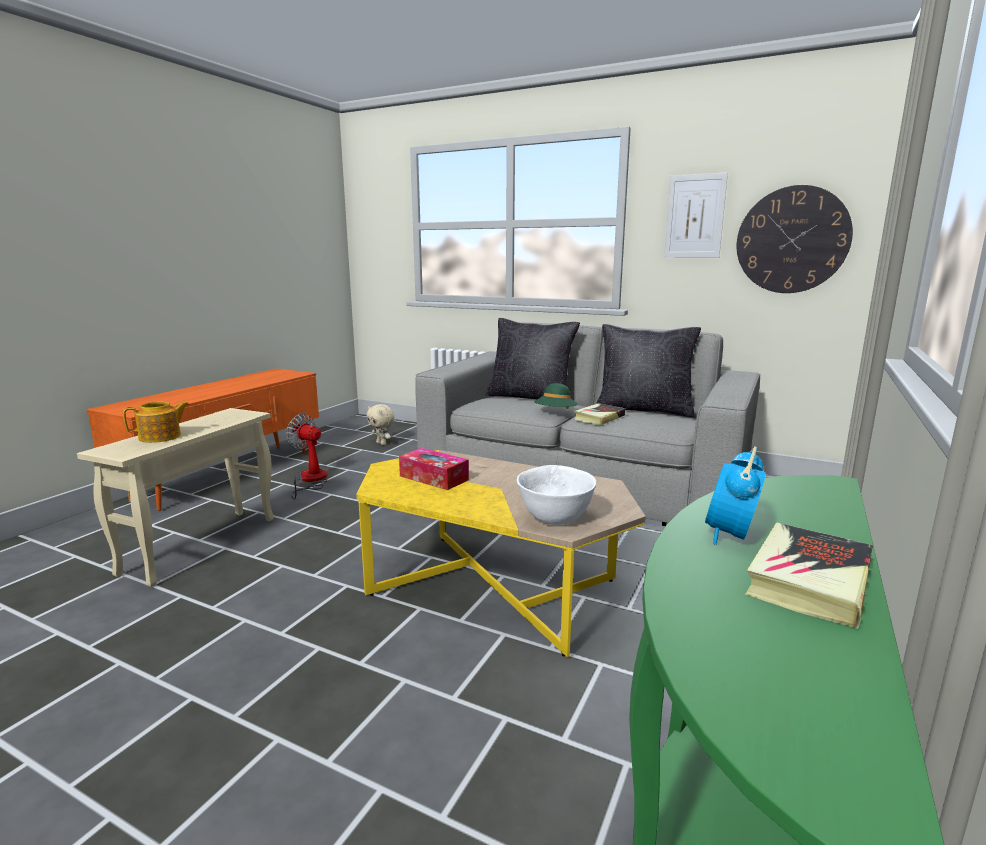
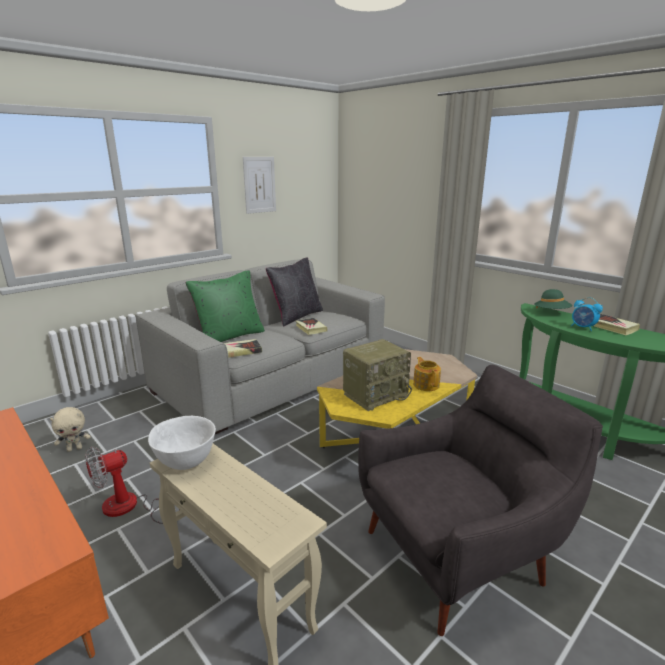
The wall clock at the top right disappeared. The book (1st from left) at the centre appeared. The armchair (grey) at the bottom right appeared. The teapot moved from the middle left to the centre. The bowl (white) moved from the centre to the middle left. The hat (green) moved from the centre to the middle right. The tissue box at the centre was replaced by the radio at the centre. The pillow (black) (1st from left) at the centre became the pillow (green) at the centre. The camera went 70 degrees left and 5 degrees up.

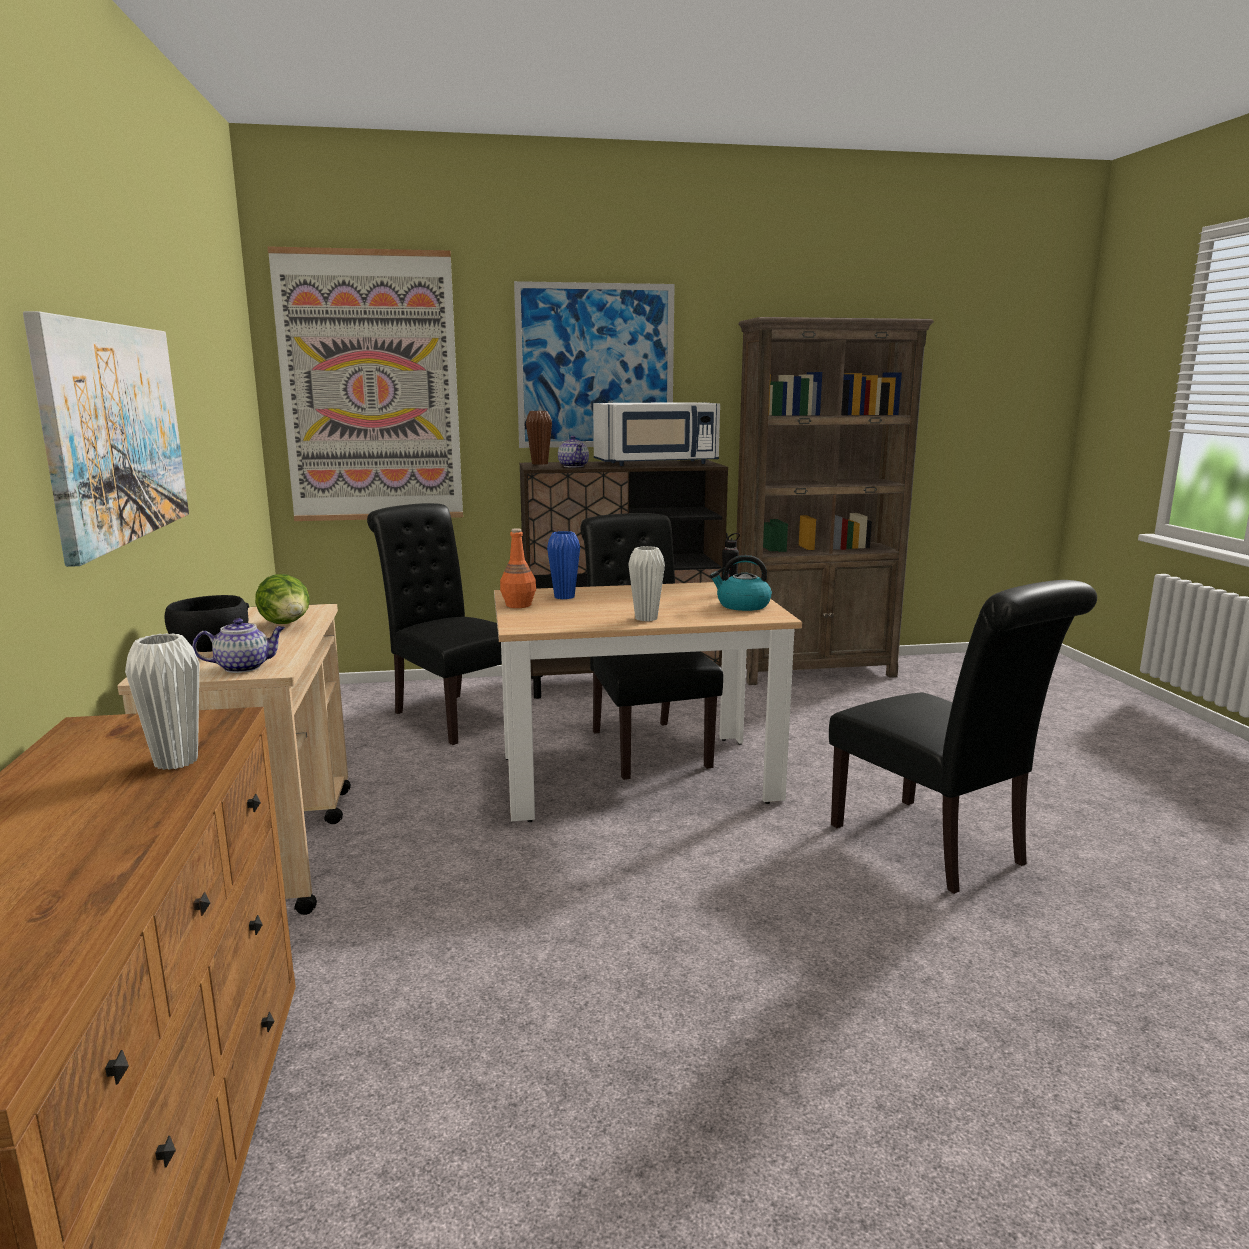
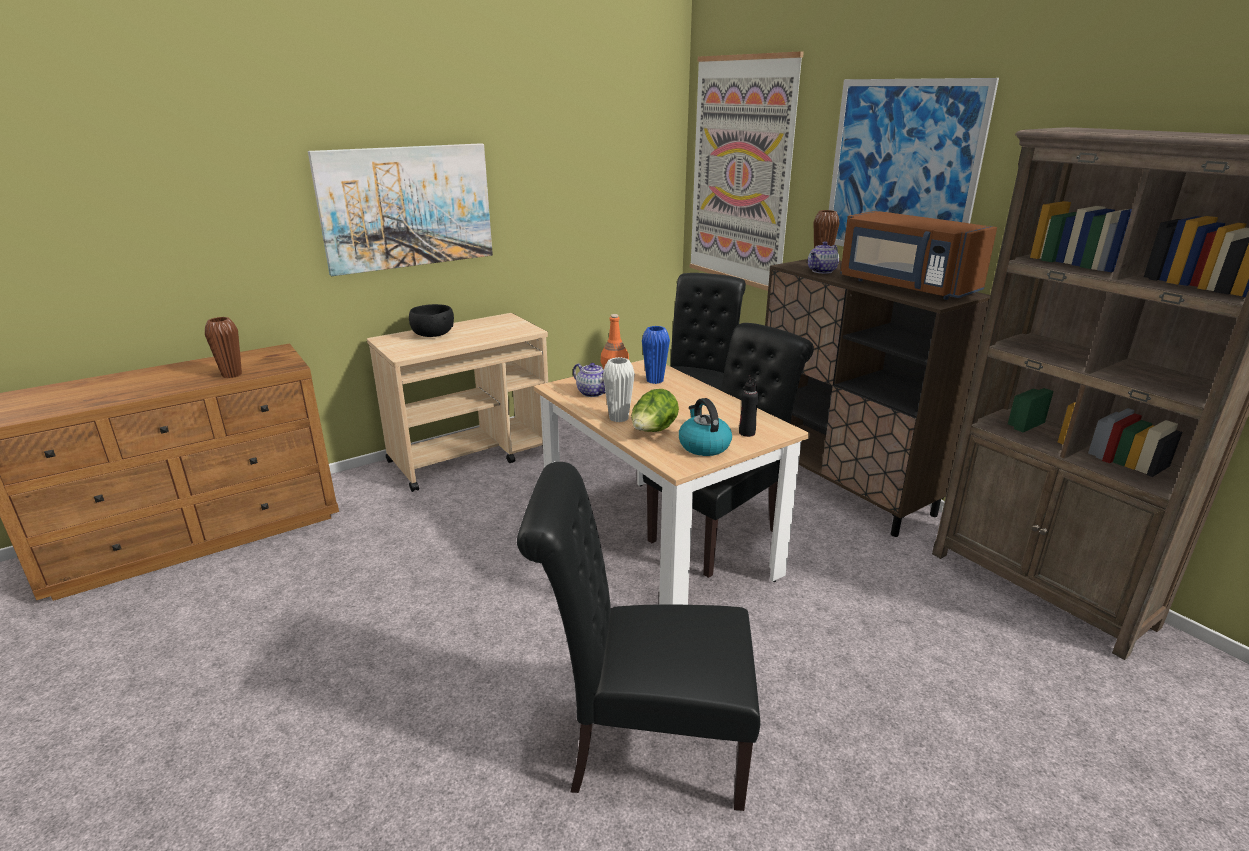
The teapot (1st from left) moved from the middle left to the centre. The lettuce moved from the middle left to the centre. The vase (white) (1st from left) at the middle left became the vase (brown) (1st from left) at the middle left. The microwave (white) at the centre became the microwave (brown) at the top right. The chair (black) (3rd from left in the first image) at the middle right turned 60 degrees clockwise. The camera went 65 degrees right and 10 degrees up.

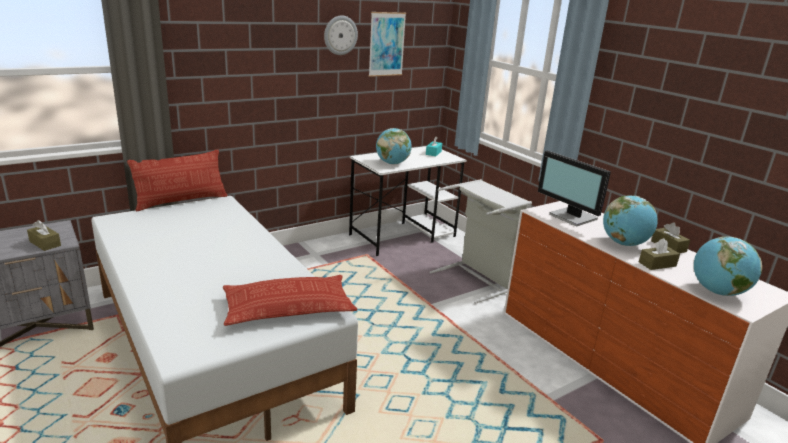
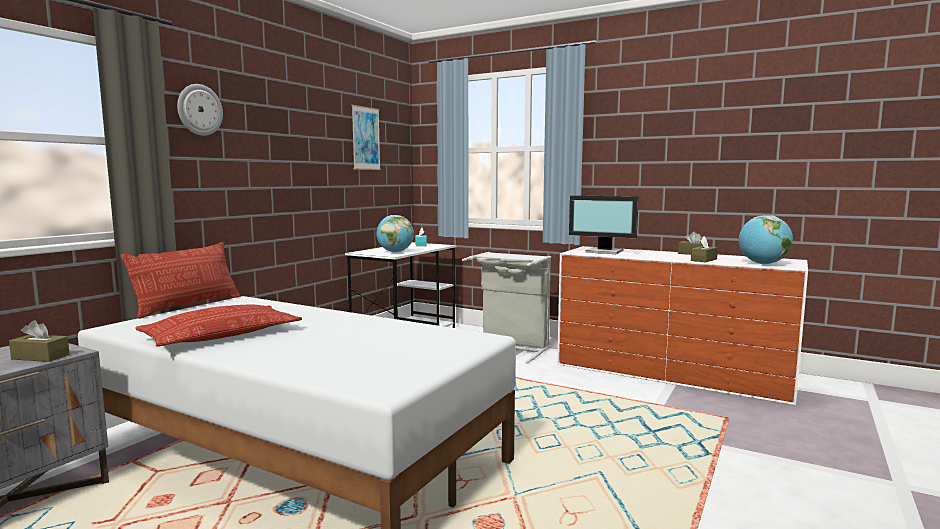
The globe (2nd from left) at the middle right disappeared. The pillow (2nd from left) moved from the bottom centre to the middle left. The wall clock moved from the top centre to the top left. The camera went 25 degrees left and 15 degrees down.

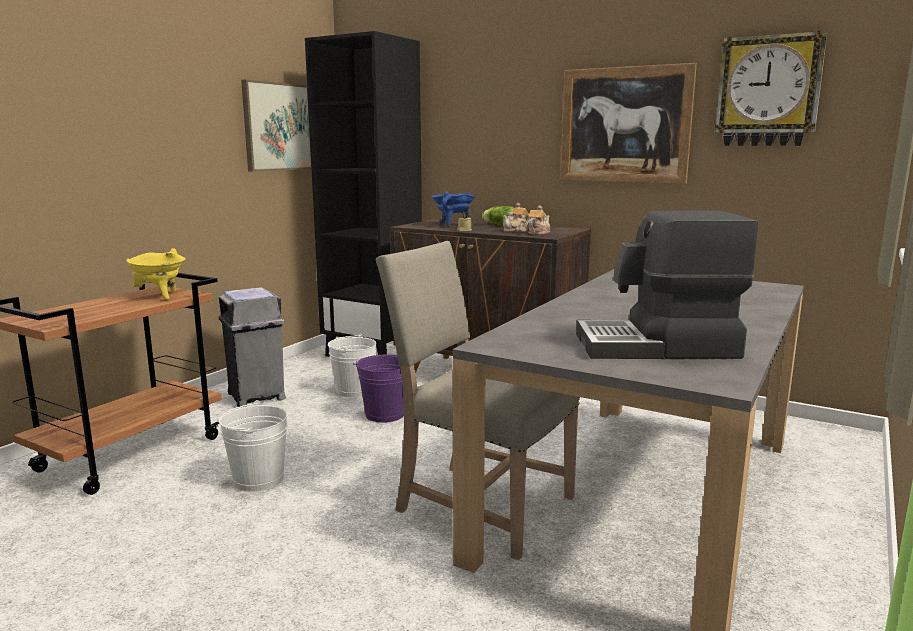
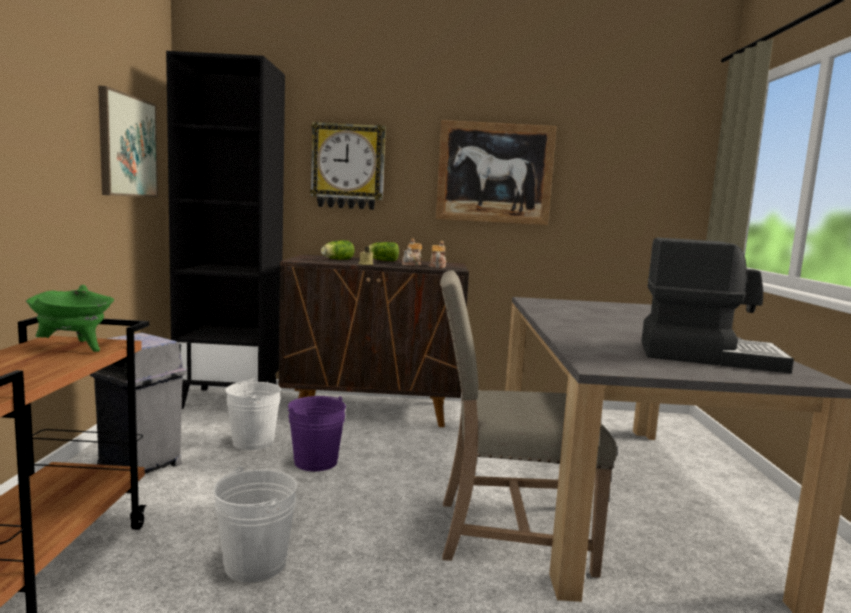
The wall clock moved from the top right to the top centre. The cooking pot (blue) at the top centre was replaced by the lettuce (1st from left) at the centre. The cooking pot (yellow) at the middle left became the cooking pot (green) at the middle left. The coffee machine at the middle right turned 135 degrees counterclockwise. The camera went 30 degrees left and 5 degrees down.

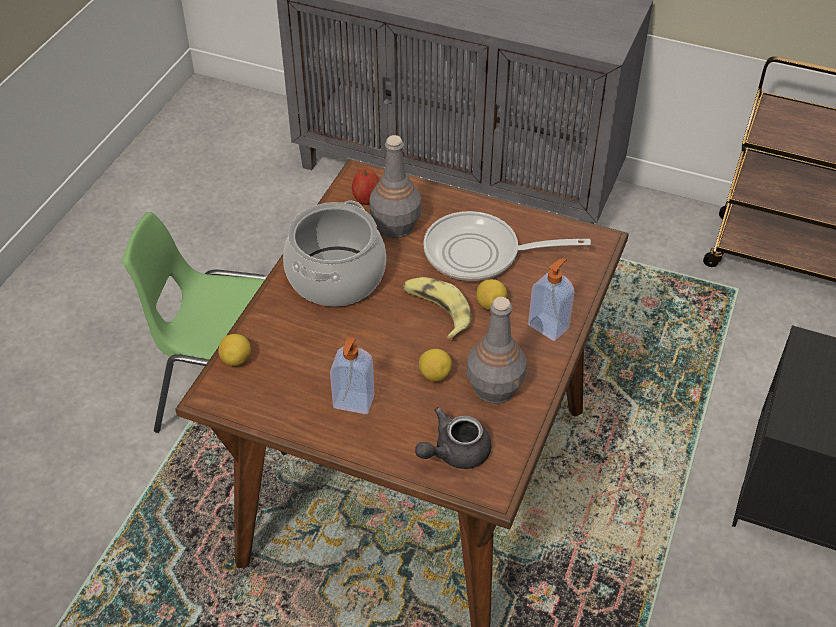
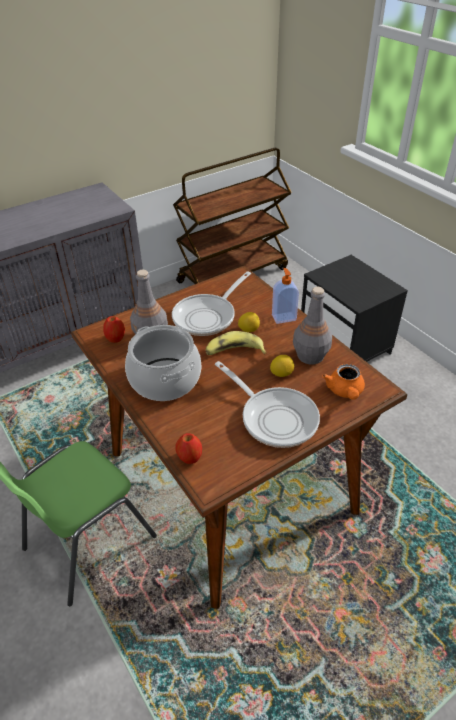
The lemon (1st from left) at the middle left was replaced by the apple (2nd from left) at the centre. The soap dispenser (1st from left) at the centre was replaced by the frying pan (2nd from left) at the centre. The teapot (grey) at the bottom centre became the teapot (orange) at the middle right. The camera went 55 degrees left and 5 degrees down.

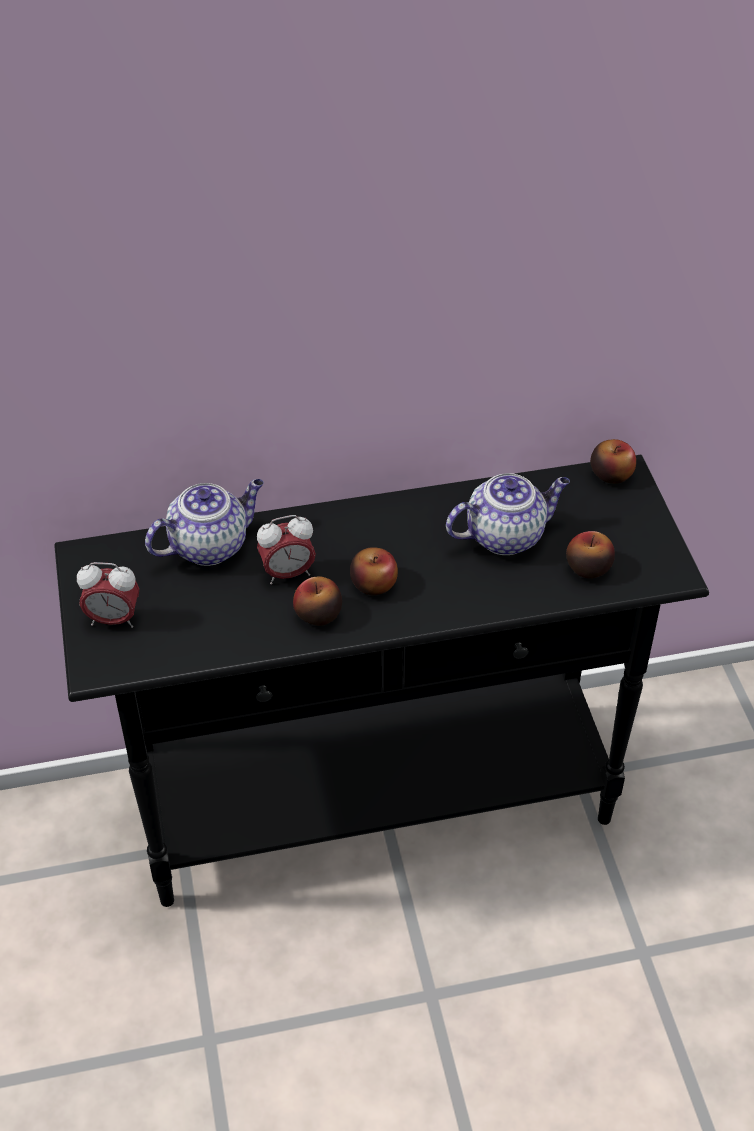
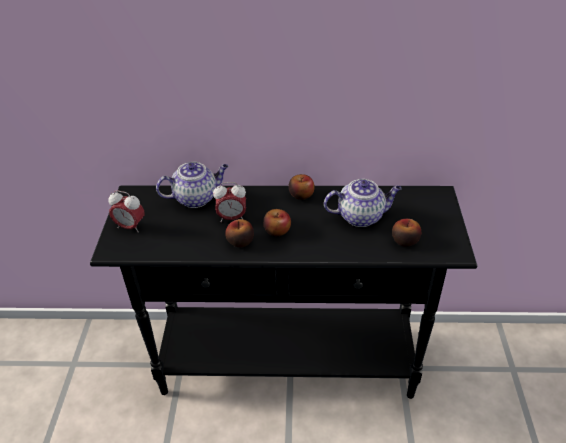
The apple (4th from left in the first image) moved from the middle right to the centre. The camera went 15 degrees right and 5 degrees down.

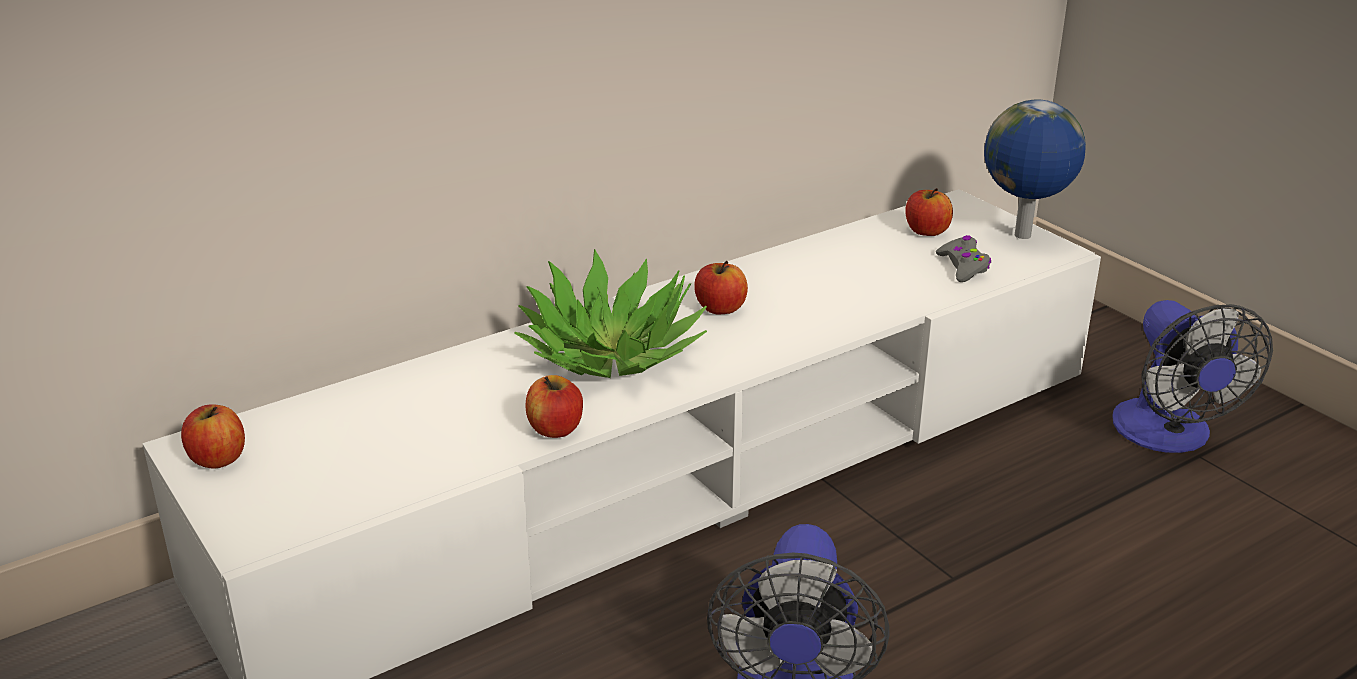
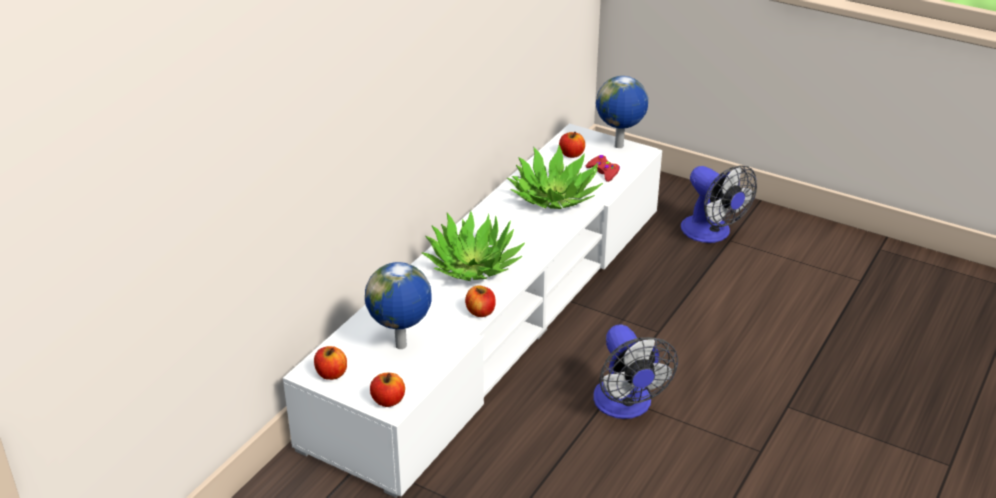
The globe (1st from left) at the centre appeared. The potted plant (2nd from left) at the centre appeared. The apple (3rd from left in the first image) moved from the centre to the bottom centre. The game controller (grey) at the middle right became the game controller (red) at the centre. The camera went 25 degrees left and 5 degrees up.

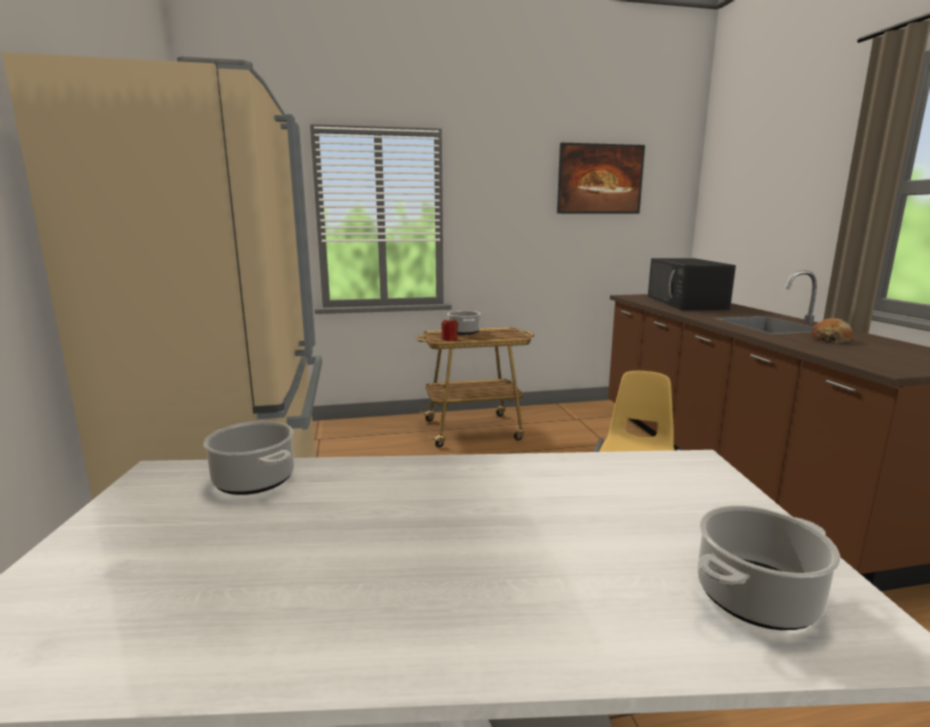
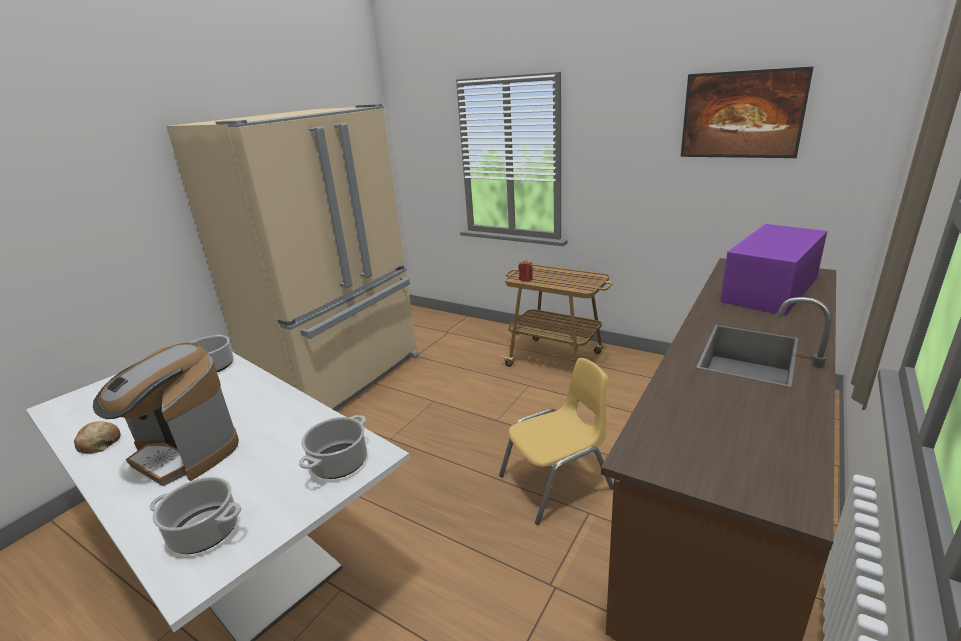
The coffee machine at the middle left appeared. The cooking pot (2nd from left in the first image) moved from the centre to the bottom centre. The bread moved from the middle right to the bottom left. The microwave (black) at the middle right became the microwave (purple) at the middle right. The camera went 45 degrees right and 10 degrees up.

